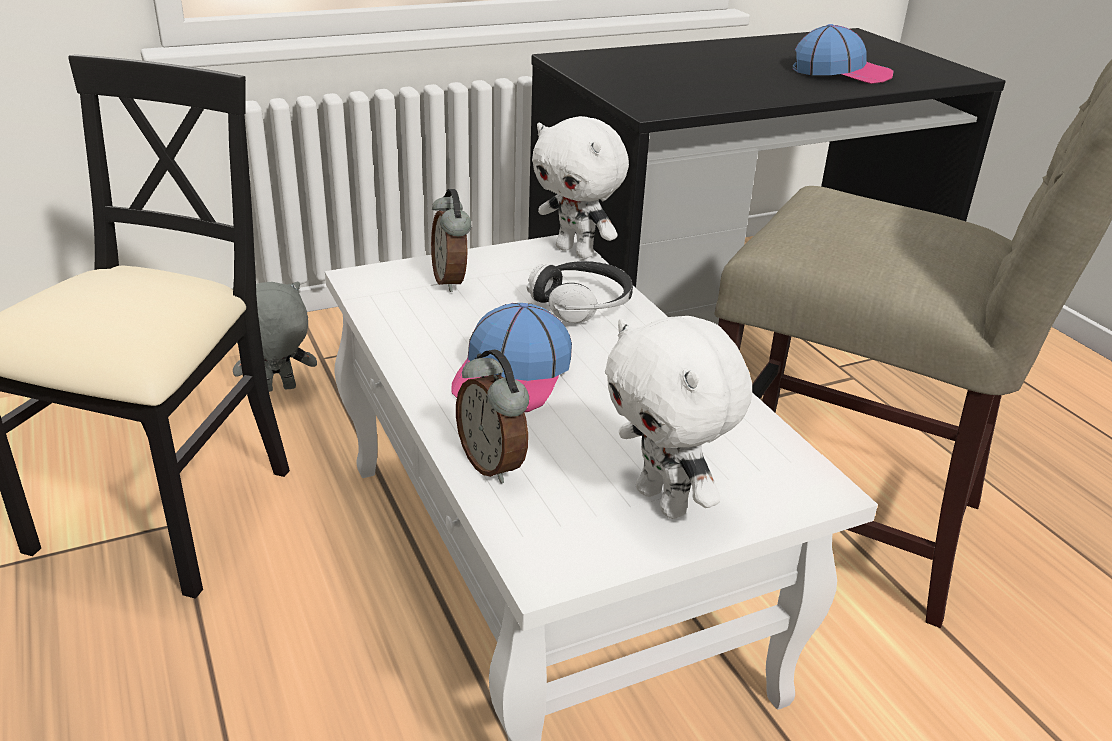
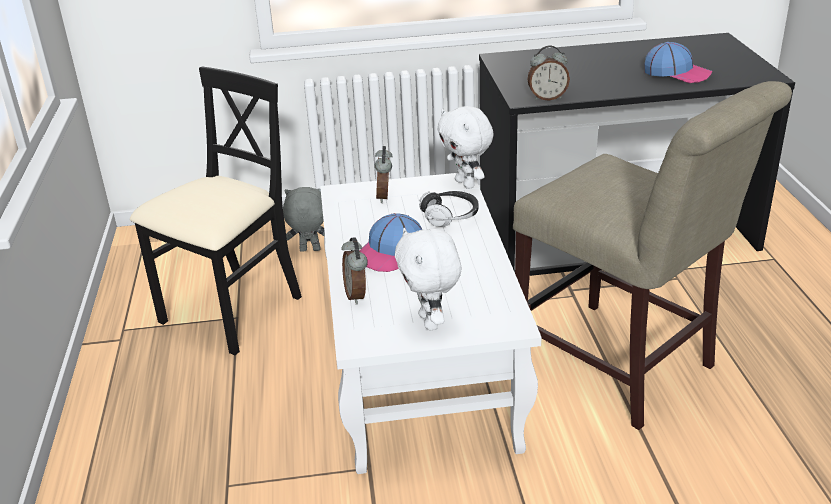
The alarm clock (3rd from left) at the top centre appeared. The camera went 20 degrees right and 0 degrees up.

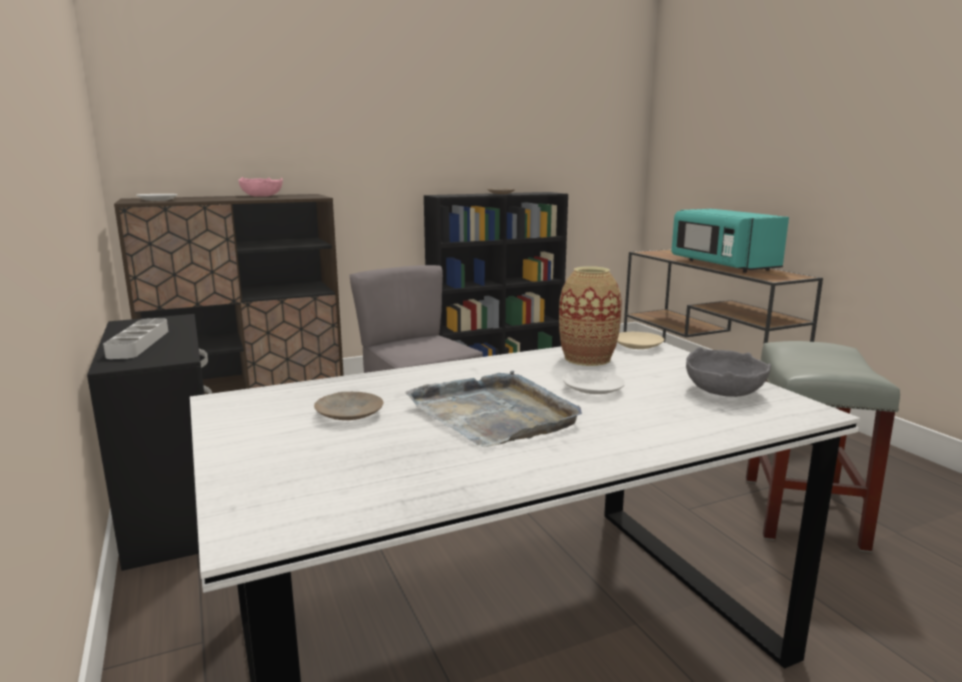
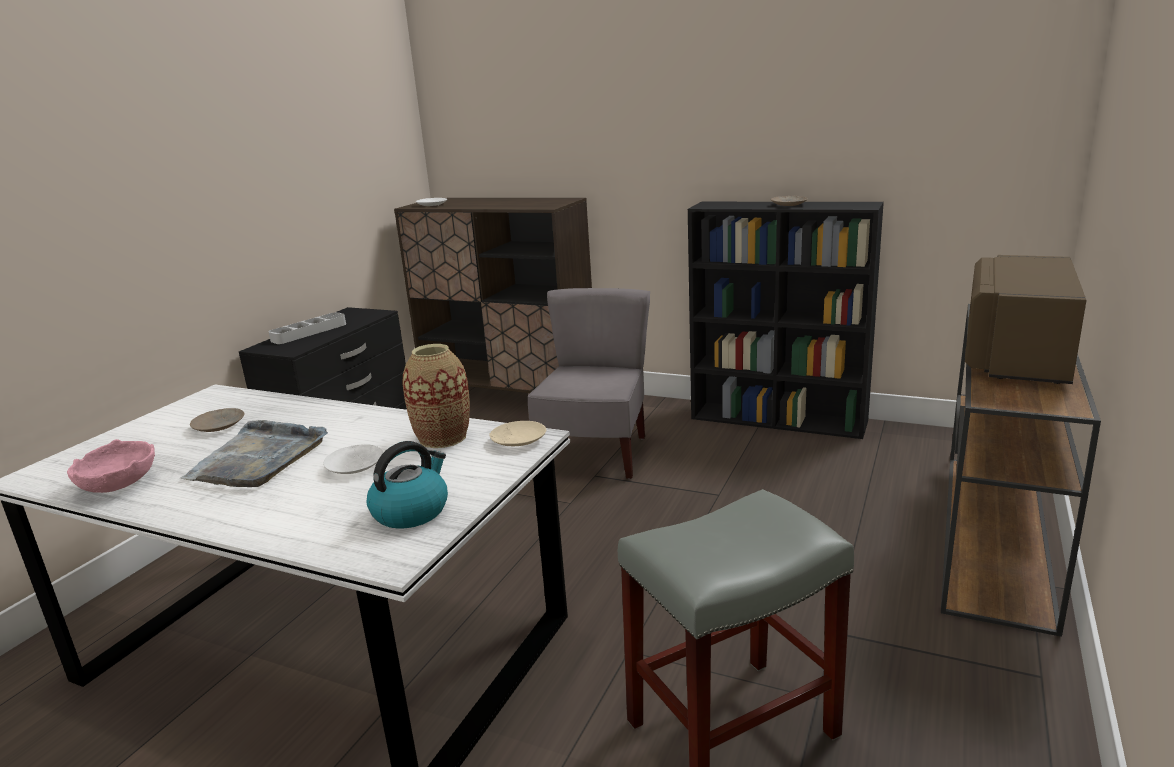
The bowl (pink) moved from the top left to the middle left. The bowl (grey) at the middle right was replaced by the kettle at the centre. The microwave (turquoise) at the middle right became the microwave (brown) at the middle right. The camera went 50 degrees right and 5 degrees up.

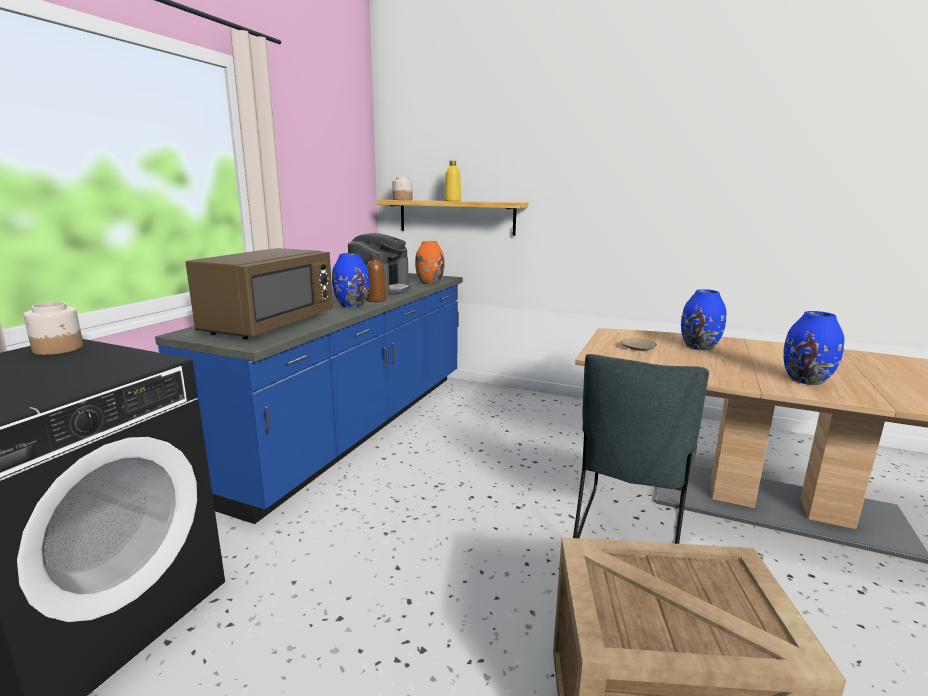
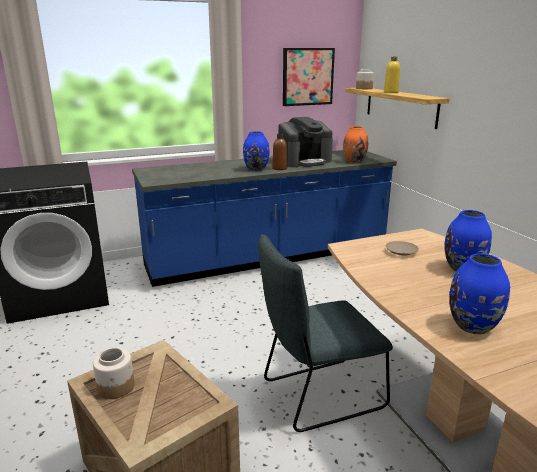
The microwave (brown) at the middle left disappeared. The picture at the top centre appeared. The jar (1st from left) moved from the middle left to the bottom left. The camera went 45 degrees right and 5 degrees up.

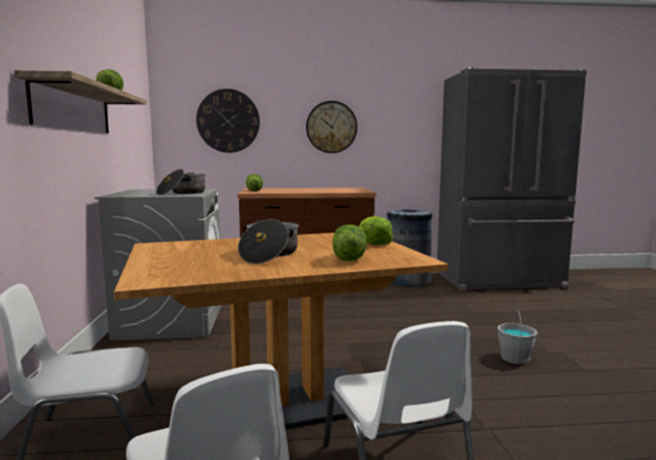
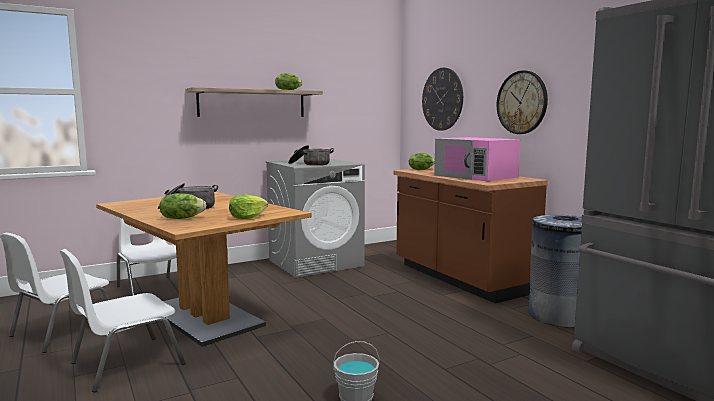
The microwave (pink) at the middle right appeared. The camera went 65 degrees right and 0 degrees up.

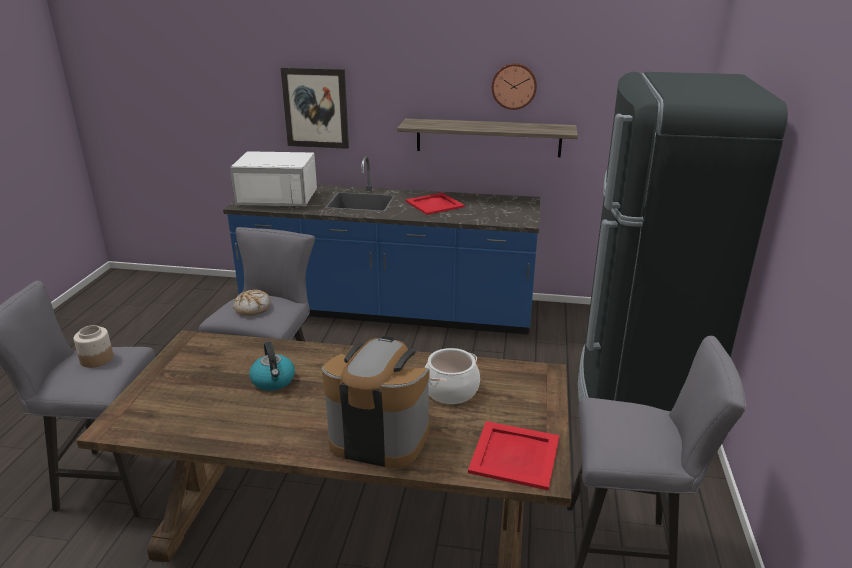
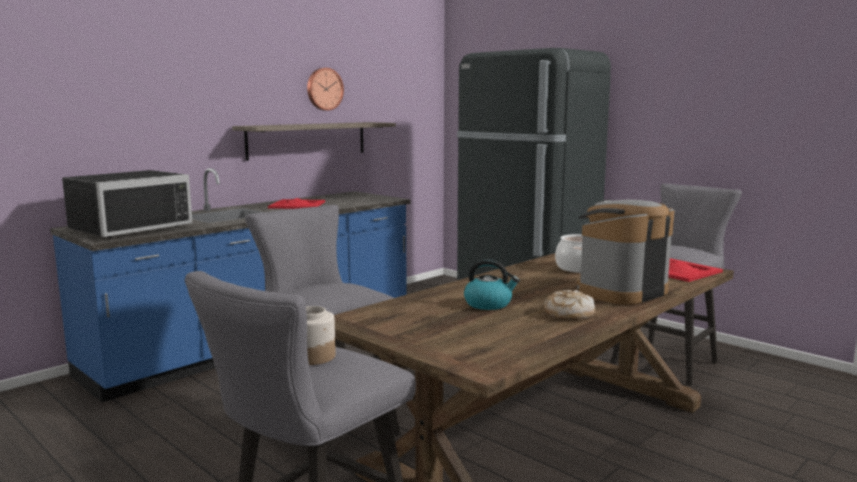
The picture at the top centre disappeared. The bread moved from the middle left to the centre. The microwave (white) at the top left became the microwave (black) at the middle left. The camera went 55 degrees left and 15 degrees down.

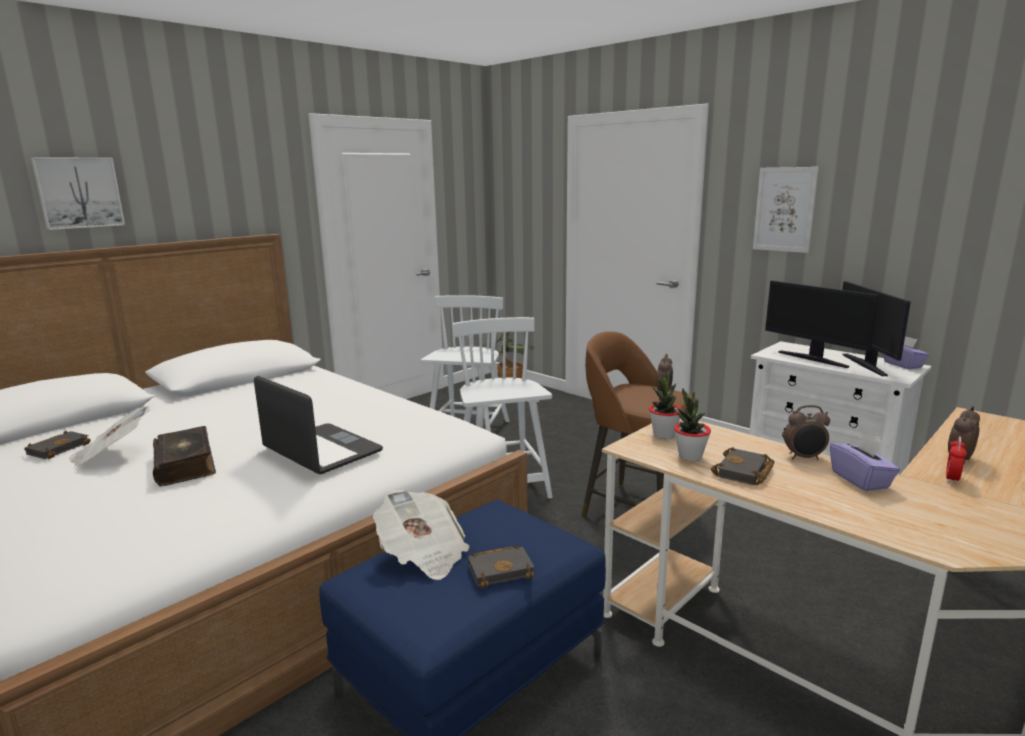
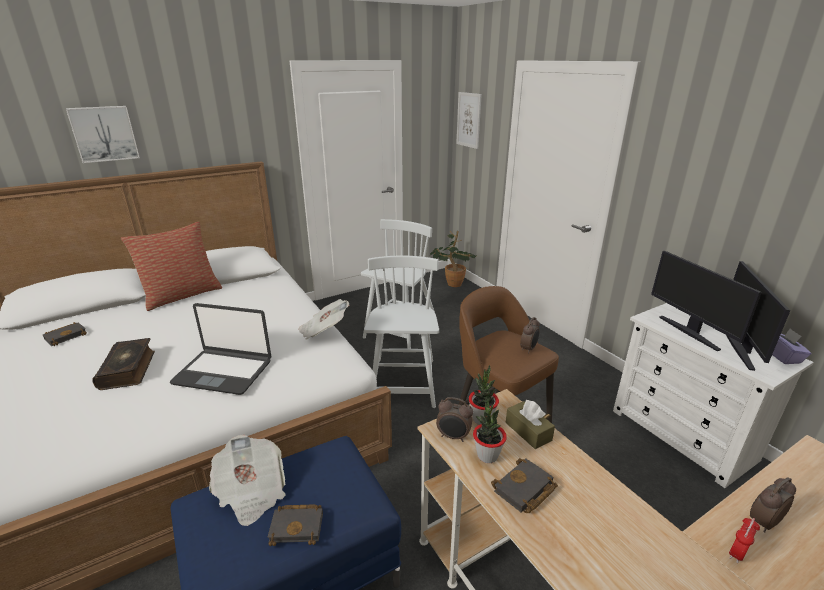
The tissue box (purple) (1st from left) at the middle right disappeared. The pillow at the middle left appeared. The tissue box (brown) at the bottom centre appeared. The newspaper (1st from left in the first image) moved from the middle left to the centre. The picture (2nd from left) moved from the top right to the top centre. The alarm clock (2nd from left in the first image) moved from the middle right to the bottom centre. The laptop at the middle left turned 135 degrees clockwise. The camera went 15 degrees right and 10 degrees up.

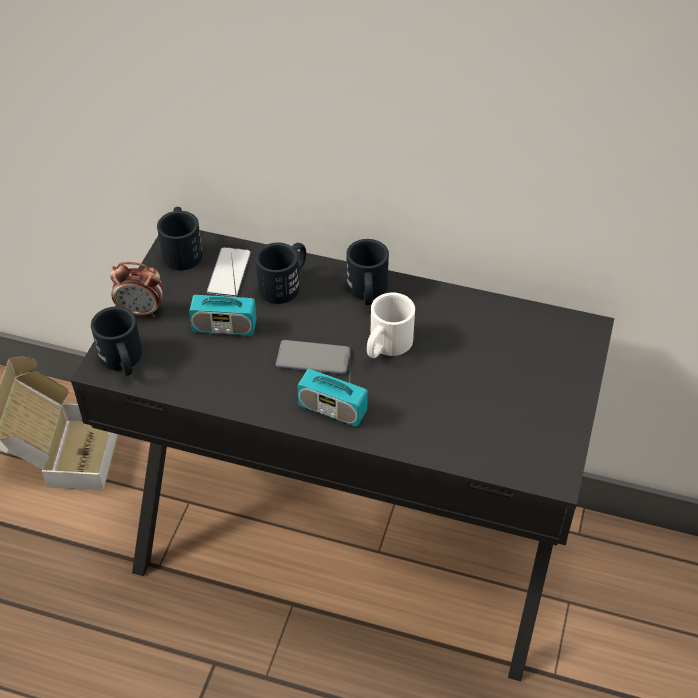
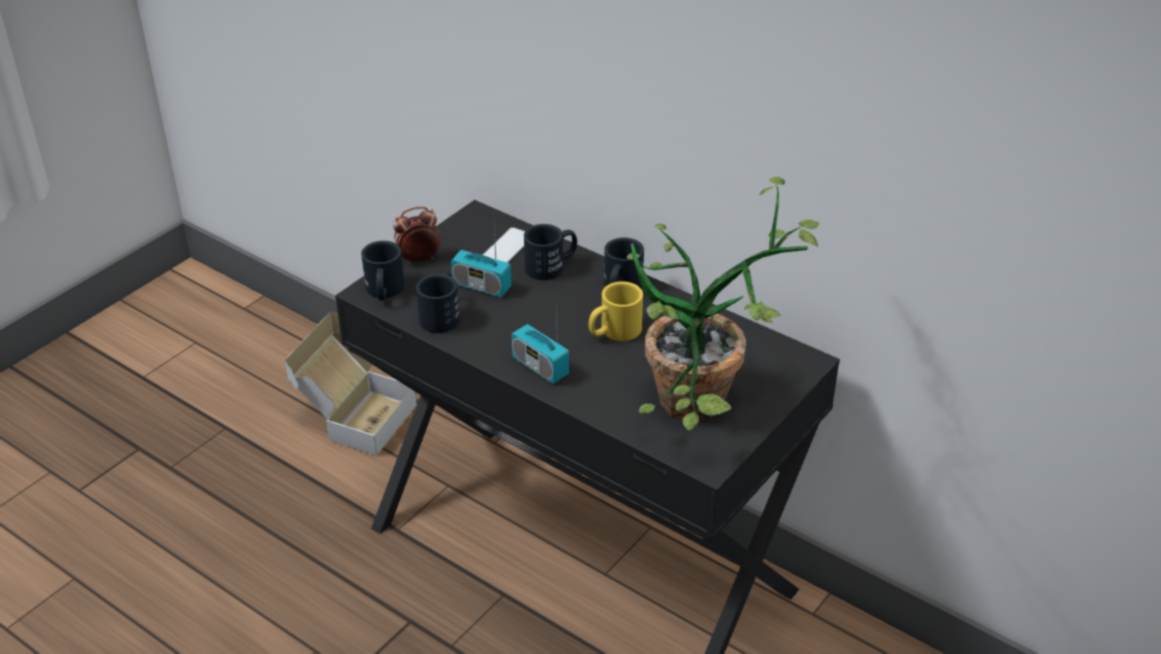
The phone (2nd from left) at the centre disappeared. The potted plant at the centre appeared. The mug (black) (2nd from left) moved from the middle left to the centre. The mug (white) at the centre became the mug (yellow) at the centre. The alarm clock at the middle left turned 135 degrees clockwise. The camera went 20 degrees right and 10 degrees down.

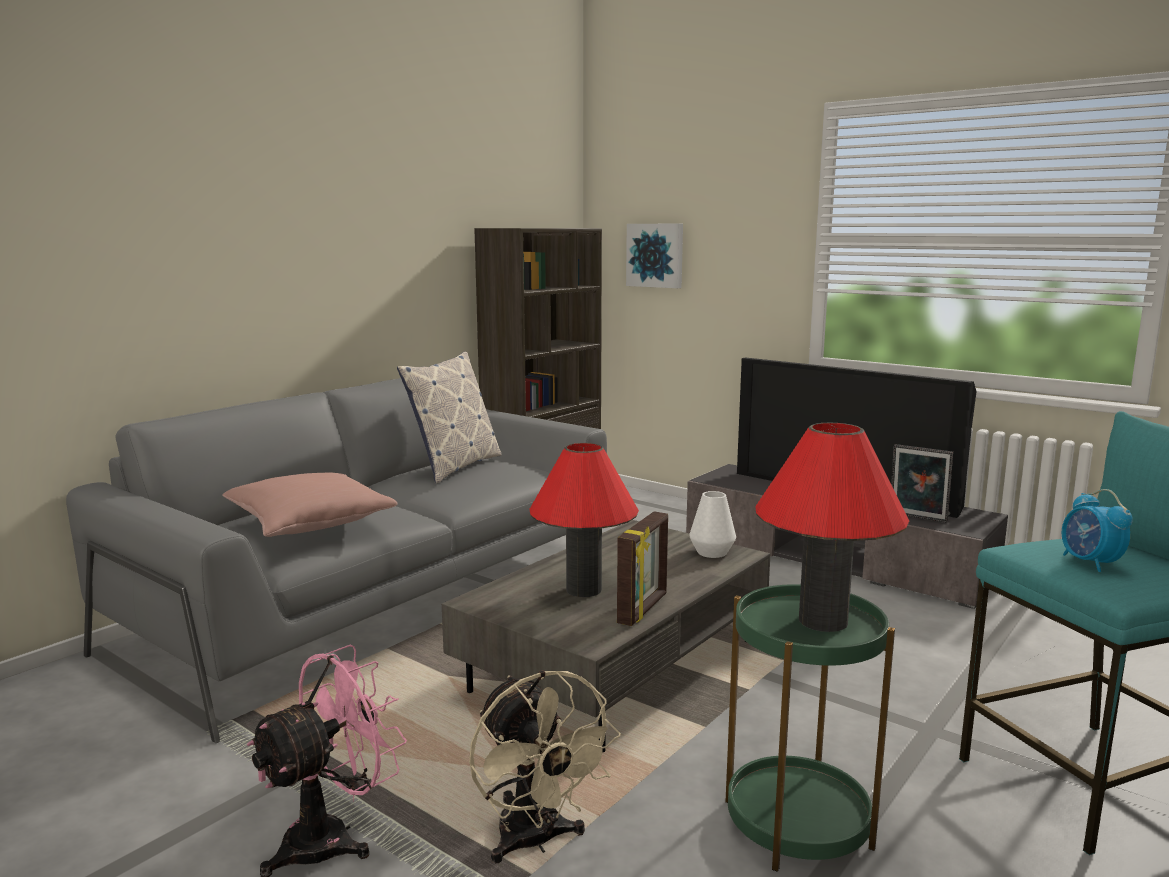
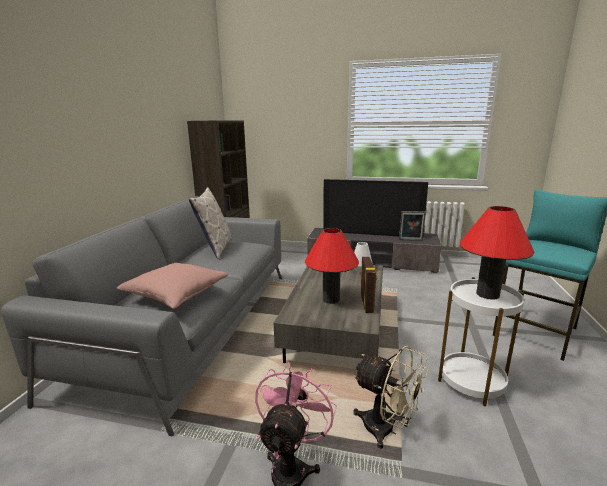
The picture at the top centre disappeared. The alarm clock at the middle right disappeared. The side table (green) at the bottom right became the side table (white) at the bottom right. The camera went 25 degrees left and 5 degrees up.

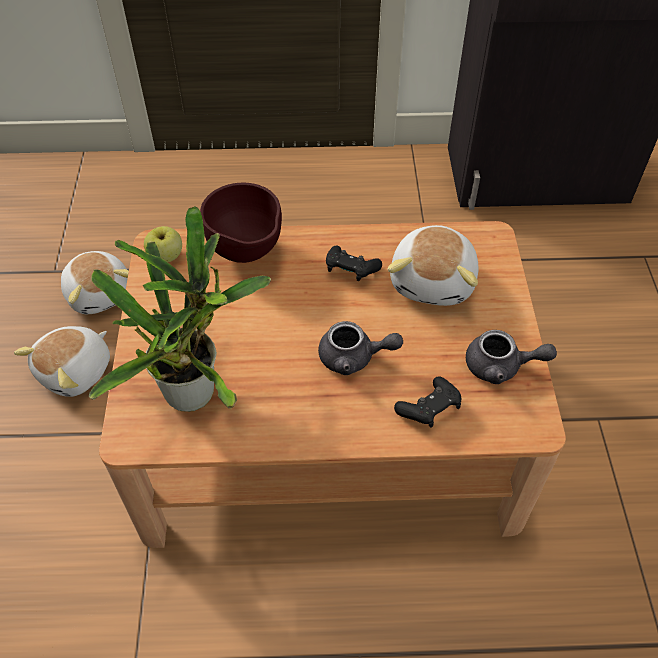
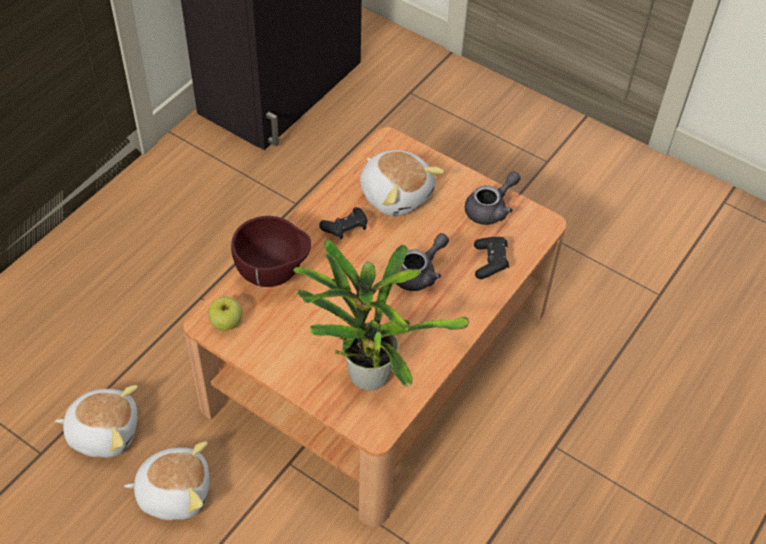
The plush toy (1st from left in the first image) at the middle left turned 75 degrees counterclockwise. The camera went 55 degrees left and 0 degrees up.

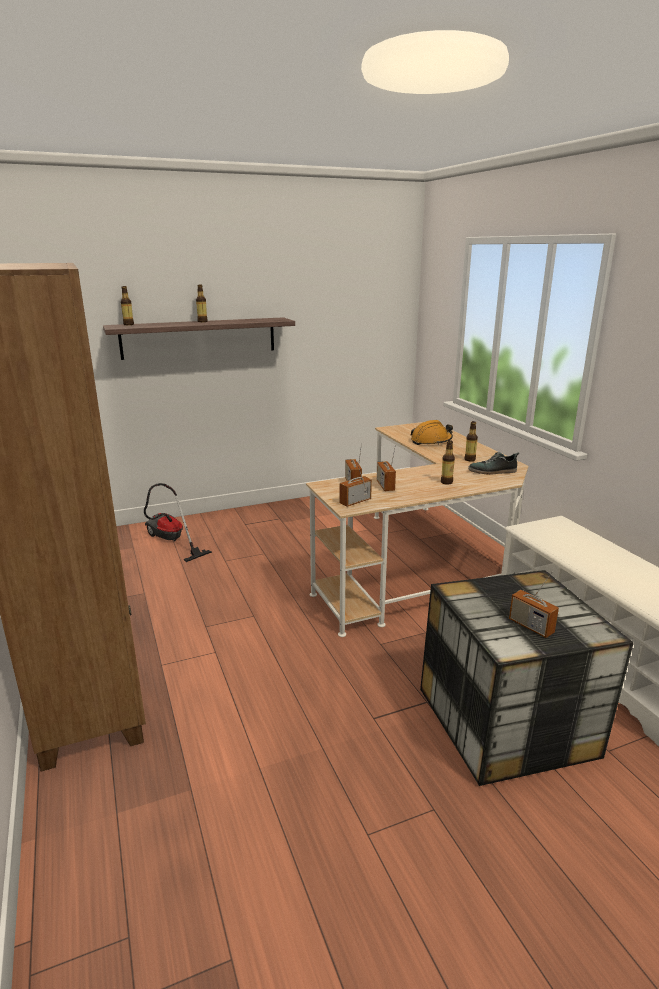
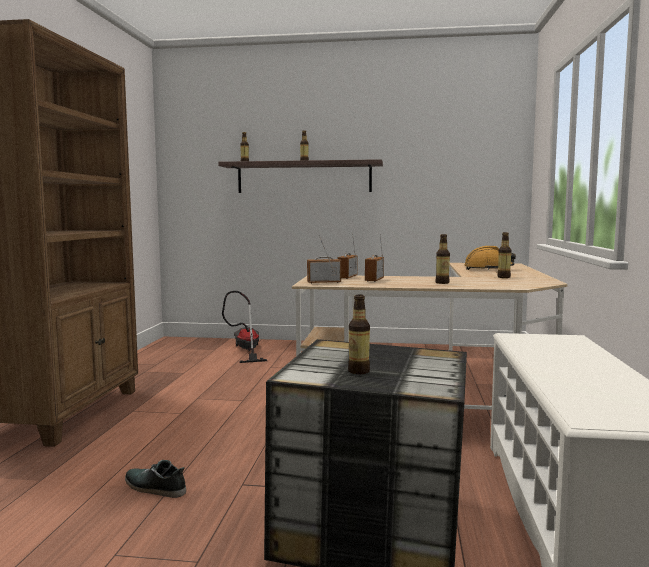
The shoe moved from the middle right to the bottom left. The radio (4th from left) at the middle right was replaced by the bottle (3rd from left) at the centre. The camera went 30 degrees right and 15 degrees down.

